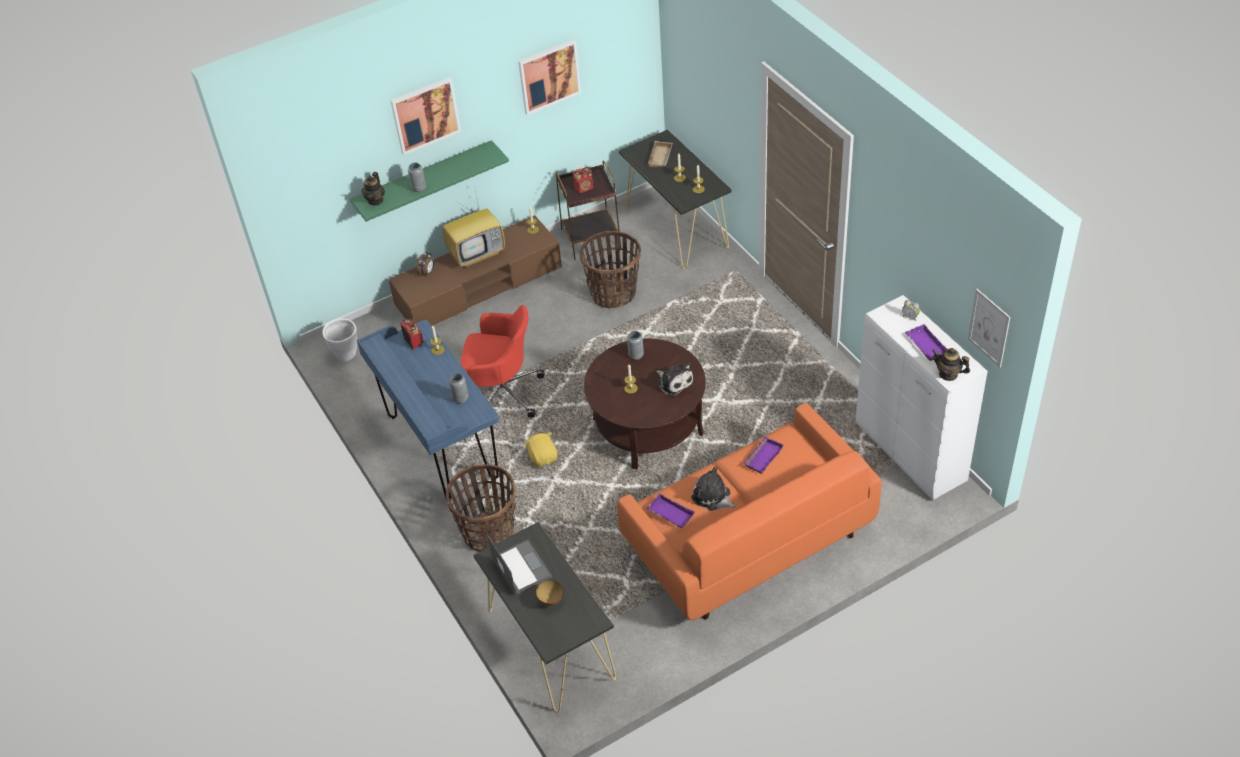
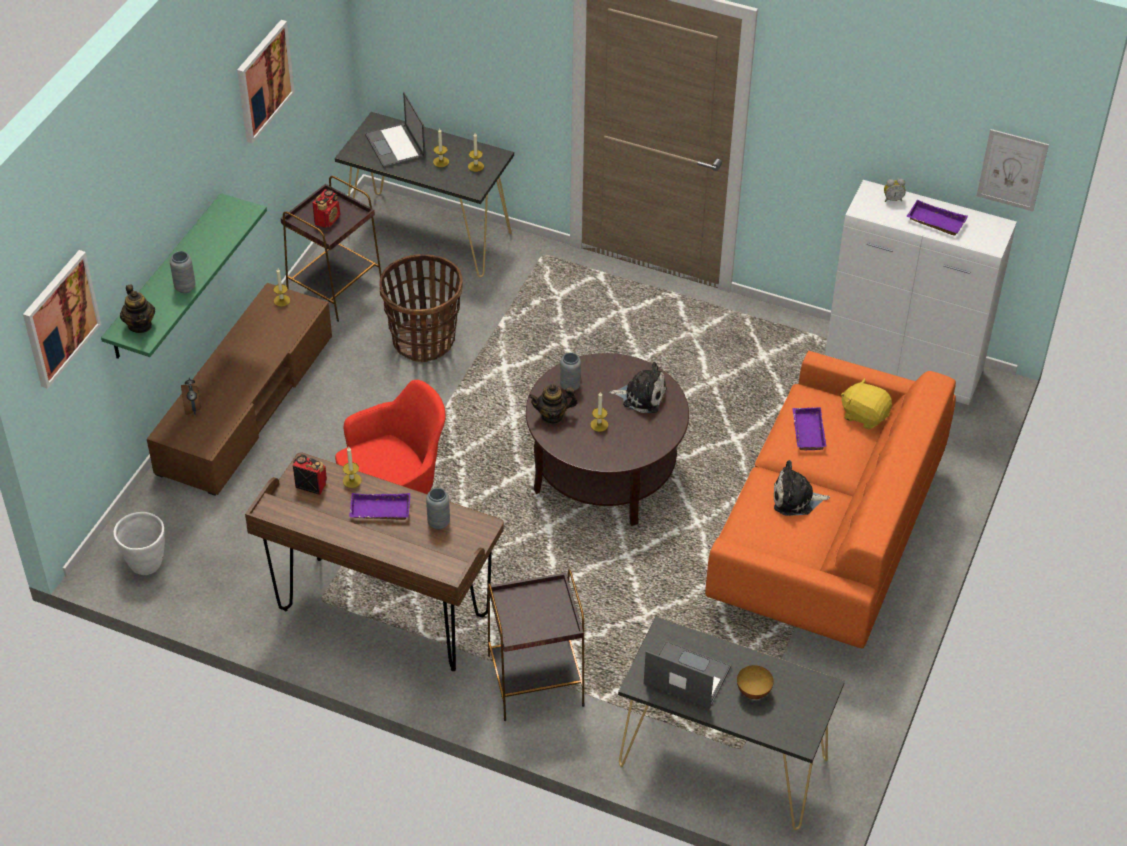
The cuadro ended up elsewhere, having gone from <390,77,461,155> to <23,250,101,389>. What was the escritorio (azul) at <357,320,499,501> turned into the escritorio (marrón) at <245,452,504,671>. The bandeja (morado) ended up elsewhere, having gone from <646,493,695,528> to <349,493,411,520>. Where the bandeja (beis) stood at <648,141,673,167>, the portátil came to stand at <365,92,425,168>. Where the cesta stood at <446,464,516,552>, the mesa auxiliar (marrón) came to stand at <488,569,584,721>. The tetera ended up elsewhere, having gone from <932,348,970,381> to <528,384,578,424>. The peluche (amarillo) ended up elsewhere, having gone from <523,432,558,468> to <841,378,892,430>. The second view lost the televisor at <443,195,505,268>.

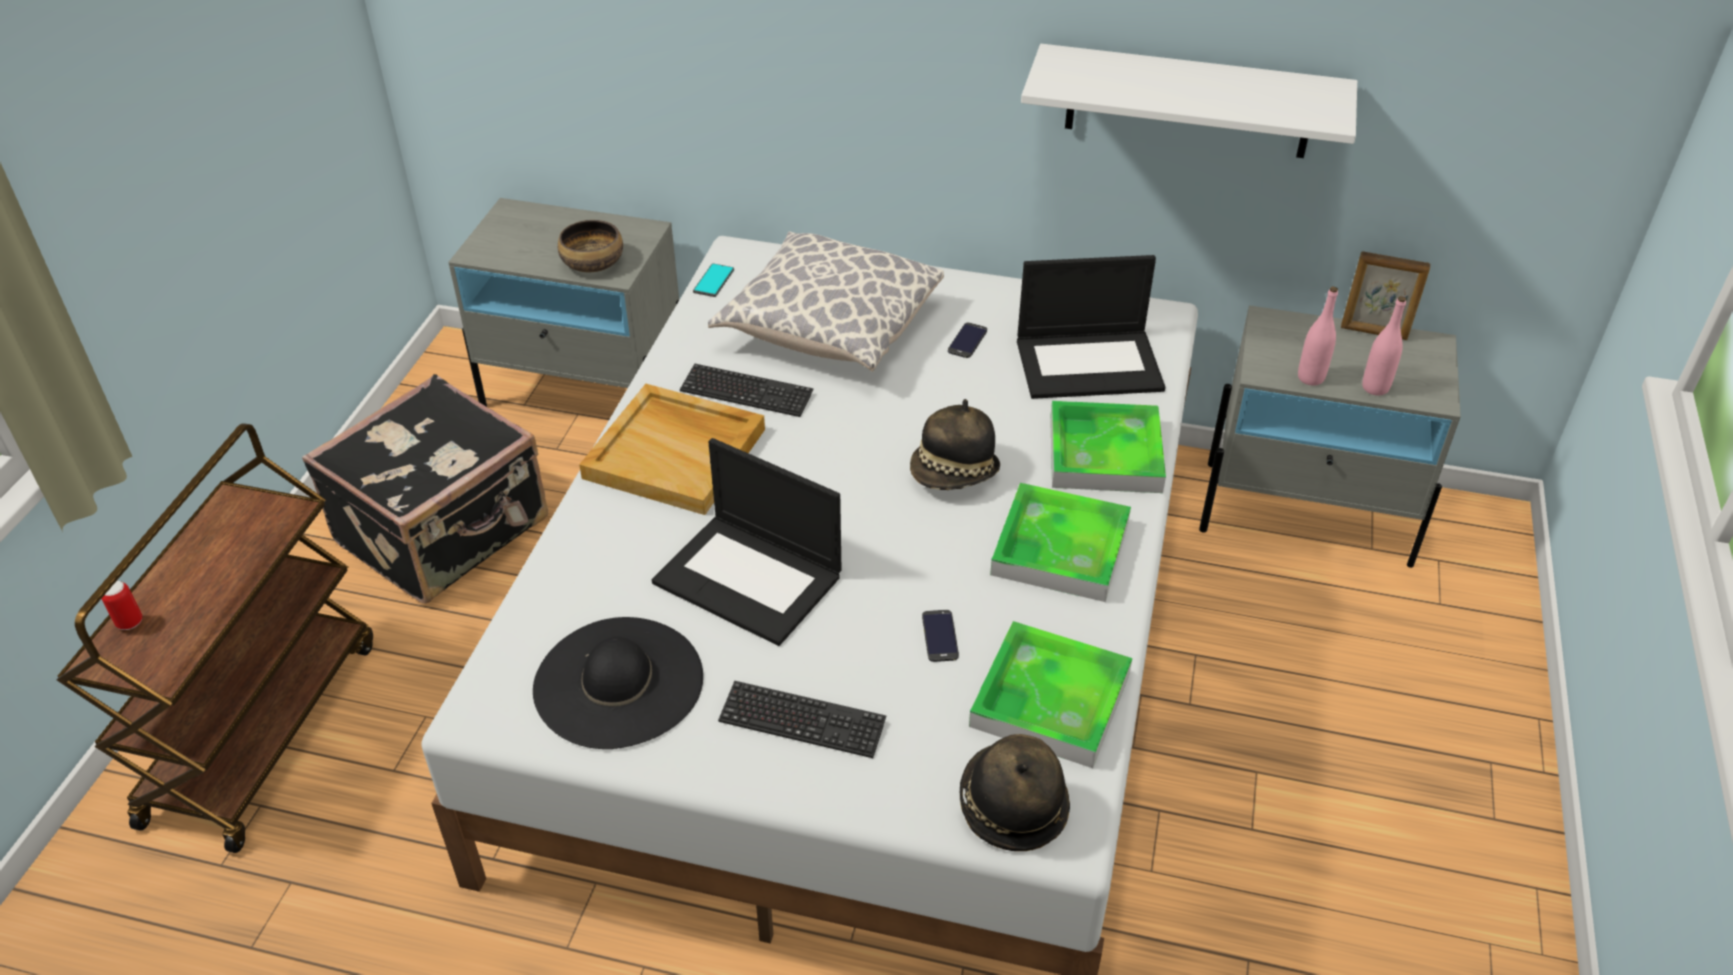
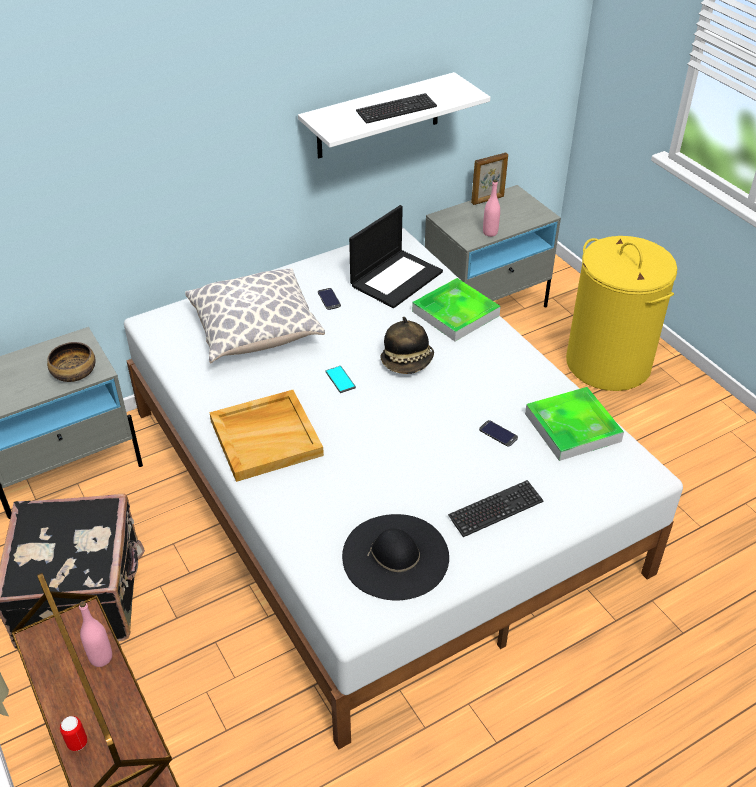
The botella (rosa) ended up elsewhere, having gone from <1362,296,1406,396> to <79,601,112,667>. The móvil ended up elsewhere, having gone from <693,263,734,297> to <326,366,356,393>. The teclado ended up elsewhere, having gone from <680,364,813,417> to <356,93,437,124>. The second view gained the cesto de la ropa (amarillo) at <566,236,678,391>. The second view lost the portátil at <652,438,842,646>. The second view lost the sombrero at <960,734,1070,851>. The second view lost the bandeja at <990,483,1131,602>.

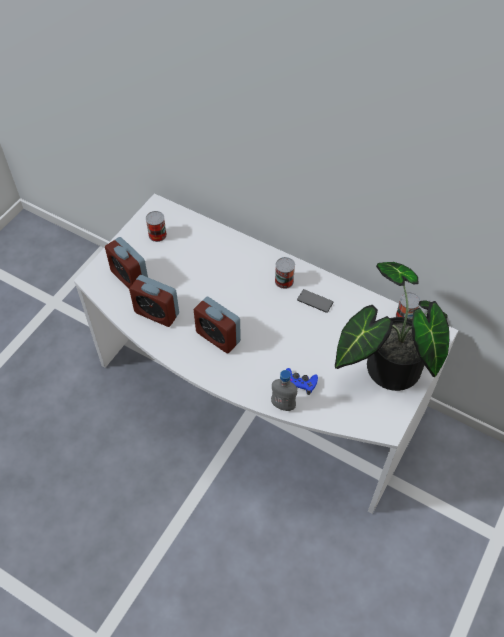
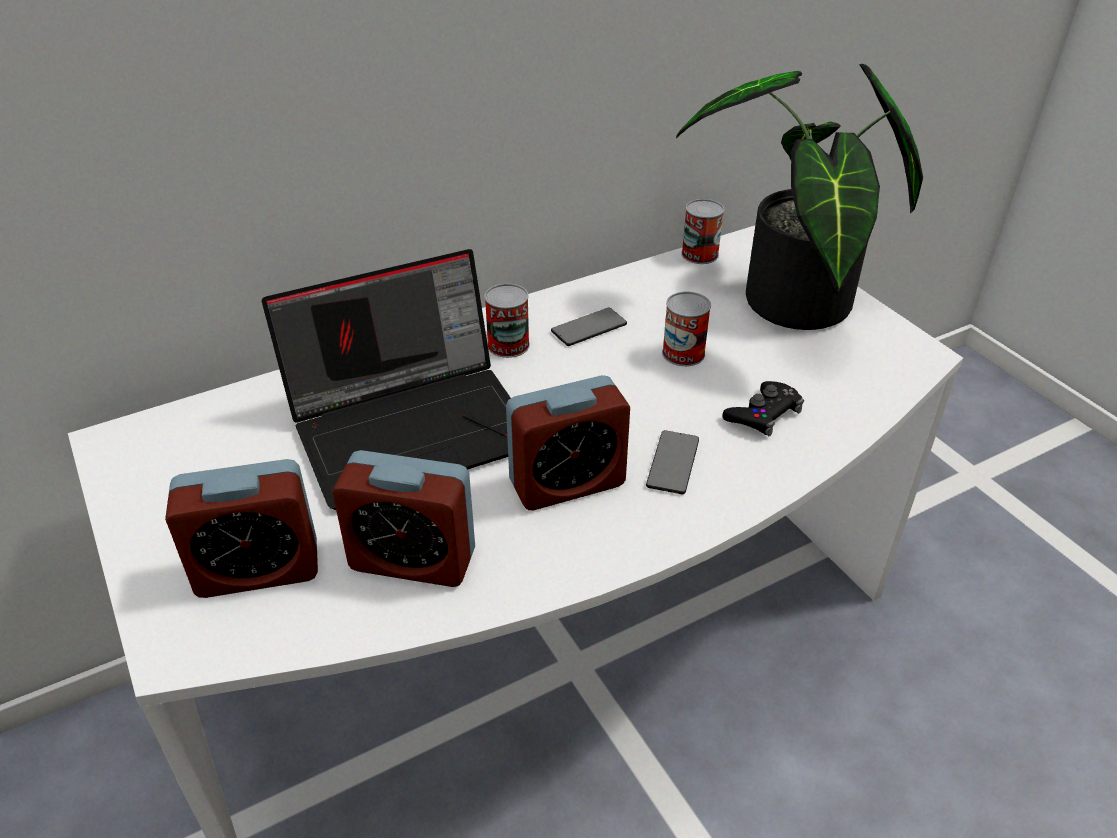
The second view gained the portátil at <262,249,511,510>. The despertador at <129,275,179,327> ended up facing another way, 45 degrees clockwise from before. The second view gained the móvil at <646,430,699,494>. The lata ended up elsewhere, having gone from <146,211,167,242> to <662,291,711,366>. What was the mando de consola (azul) at <286,368,318,395> turned into the mando de consola (negro) at <722,381,804,436>. The second view lost the botella (gris) at <271,370,297,411>.

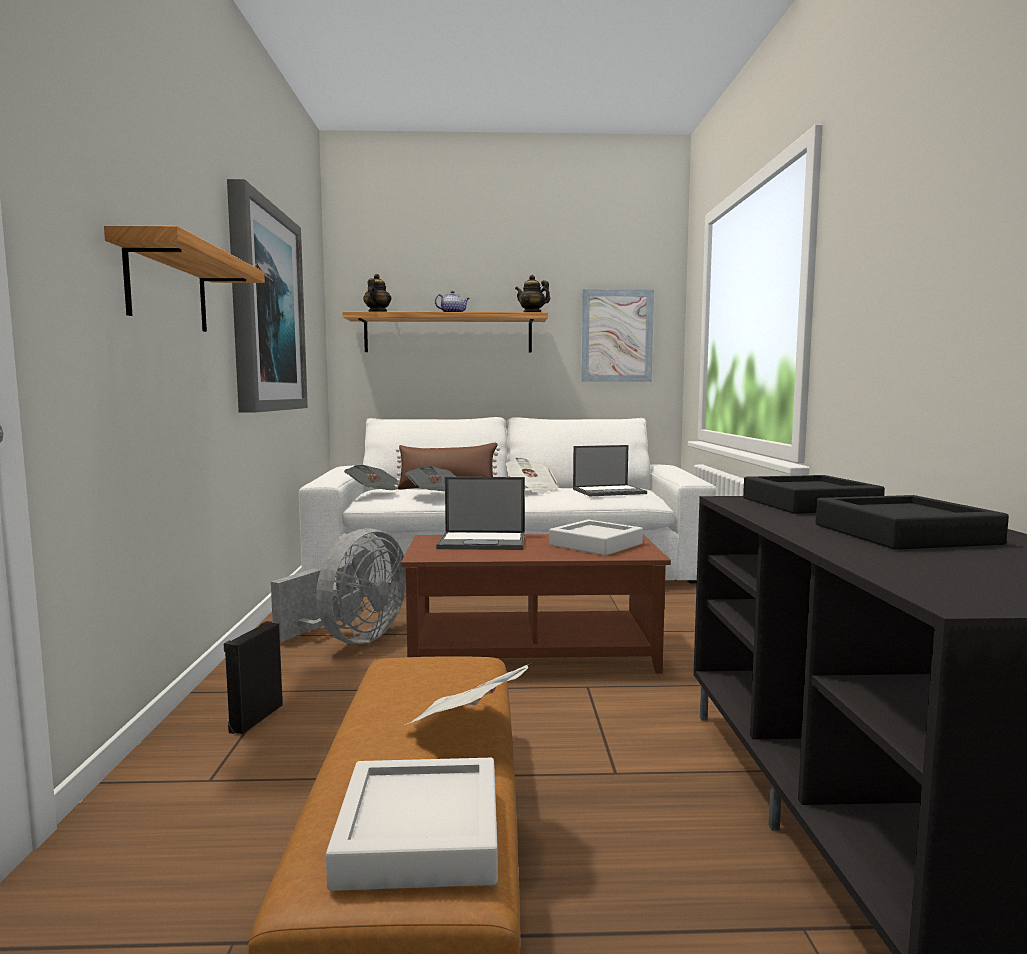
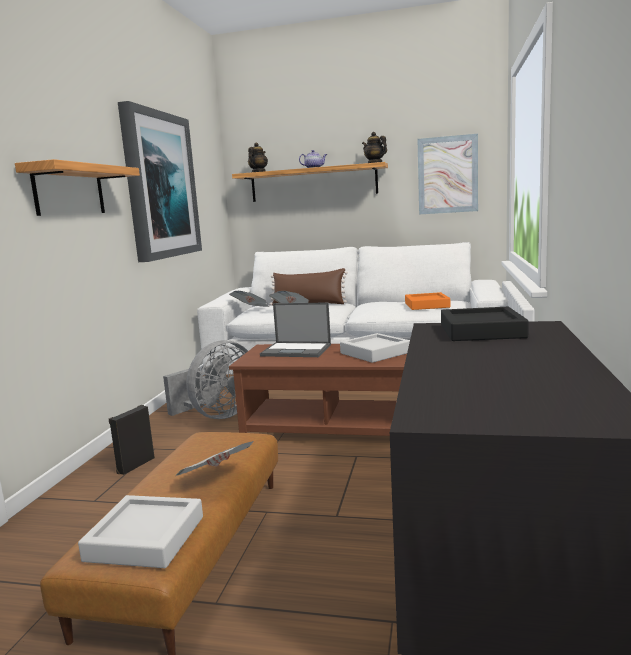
Where the portátil stood at <573,445,647,496>, the bandeja (naranja) came to stand at <405,292,450,310>. The second view lost the periódico at <506,457,559,494>. The second view lost the bandeja (negro) at <816,495,1009,550>.

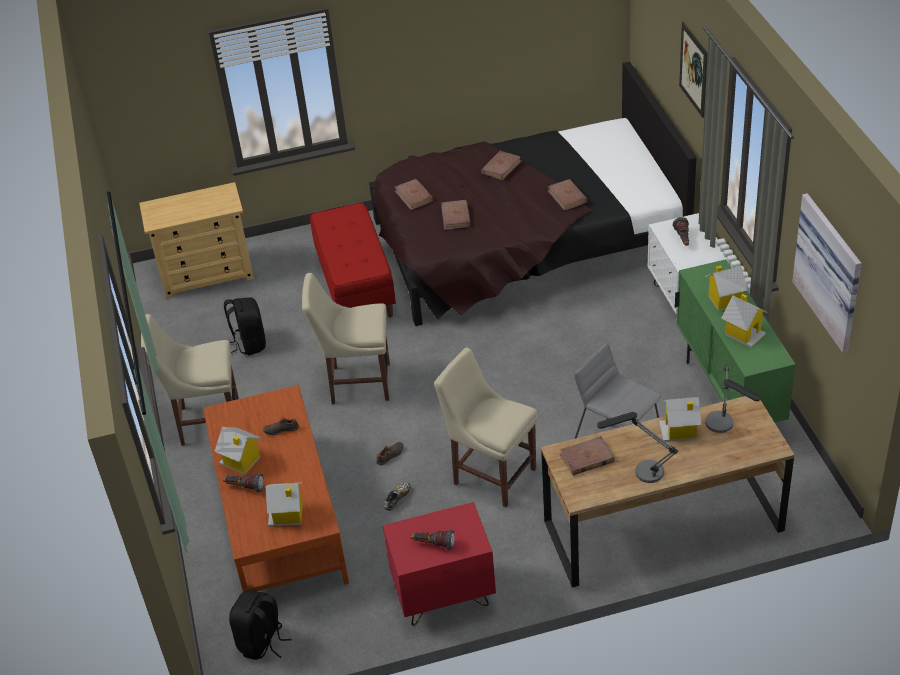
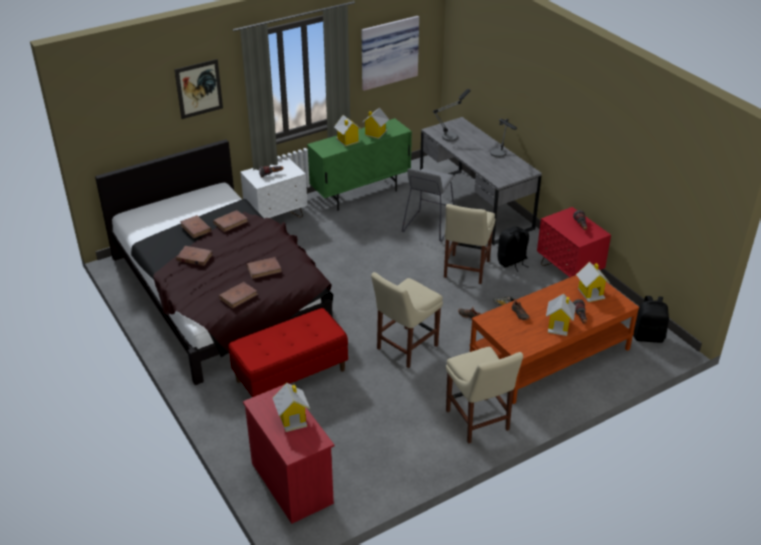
The libro (marrón) ended up elsewhere, having gone from <559,436,615,475> to <180,215,212,239>. What was the cómoda (beis) at <139,182,254,299> turned into the cómoda (rojo) at <243,384,334,524>. The casita ended up elsewhere, having gone from <659,397,701,442> to <272,383,310,432>. The silla (beis) at <302,273,390,404> ended up facing another way, 60 degrees clockwise from before. What was the escritorio (marrón) at <541,393,794,587> turned into the escritorio (gris) at <420,117,542,245>. The mochila (negro) ended up elsewhere, having gone from <224,297,266,355> to <497,226,529,272>.

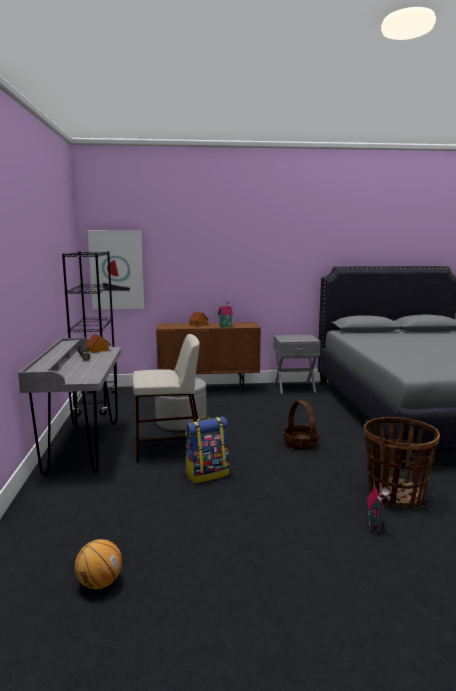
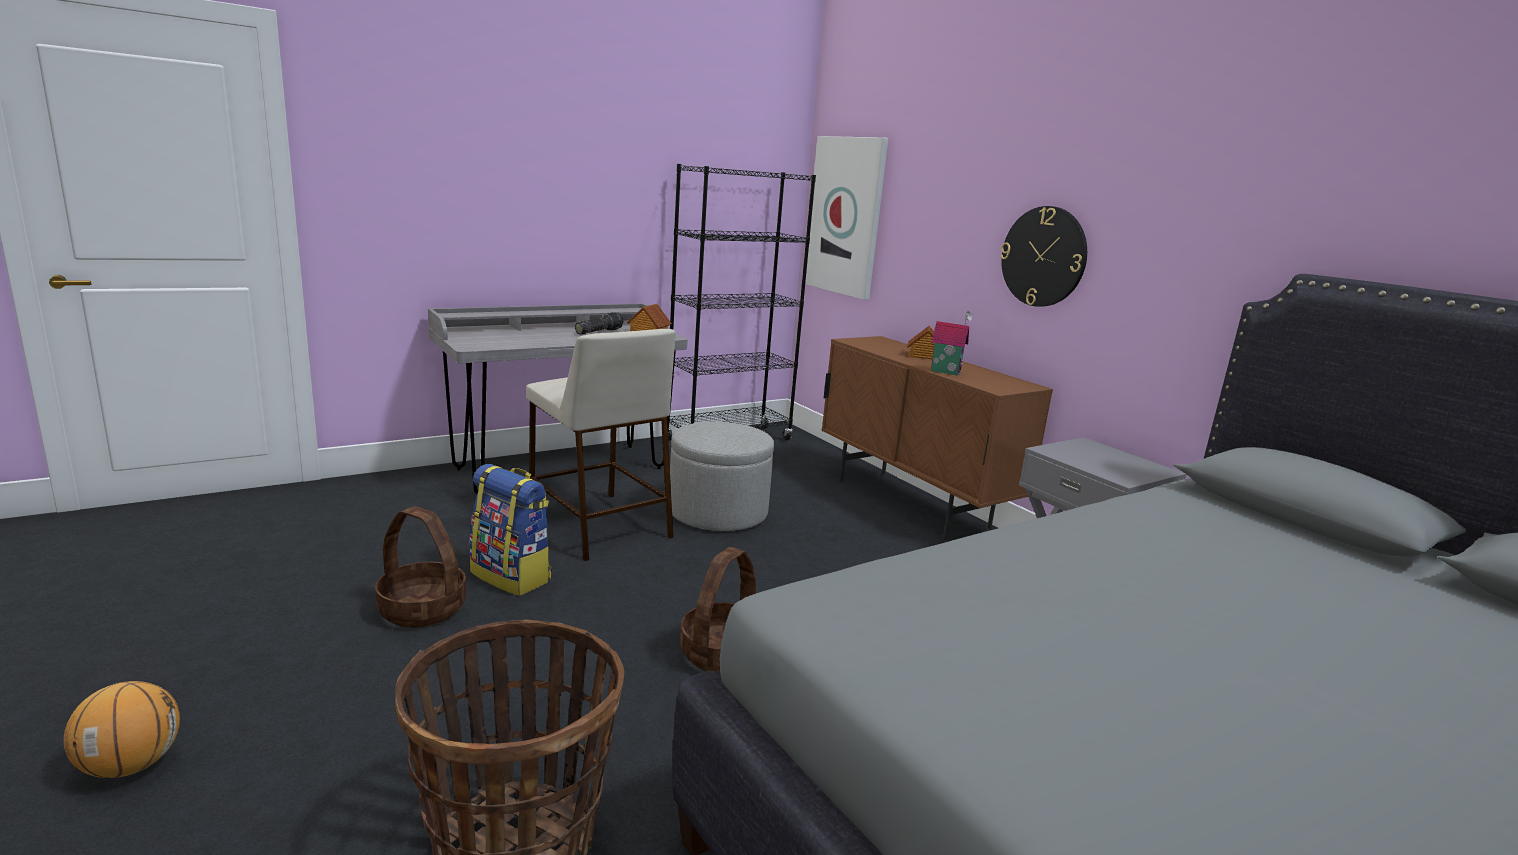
The balón de baloncesto ended up elsewhere, having gone from <75,539,122,589> to <64,681,180,778>. The second view gained the cesta at <375,506,466,628>. The second view gained the reloj de pared at <1000,206,1087,307>. The second view lost the casita at <367,486,390,533>.

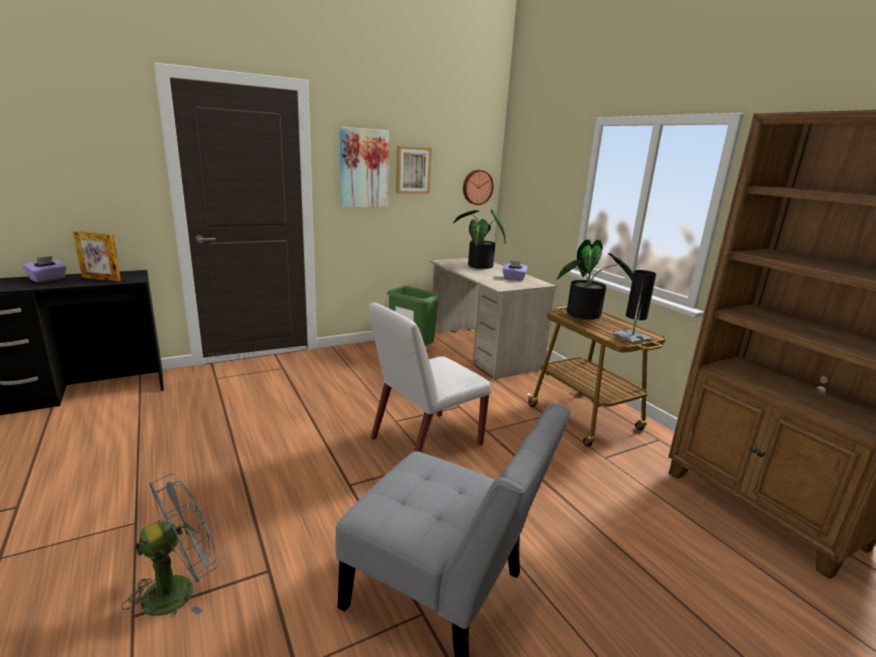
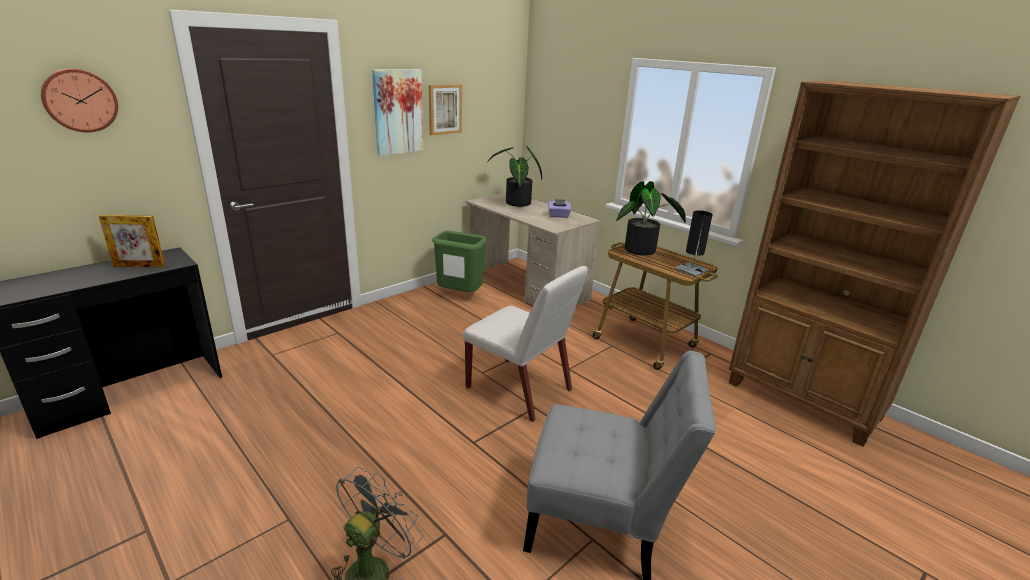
The reloj de pared ended up elsewhere, having gone from <463,170,494,205> to <41,69,118,133>. The silla (blanco) at <369,303,492,452> ended up facing another way, 90 degrees counterclockwise from before. The second view lost the caja de pañuelos (morado) at <23,256,67,282>.

